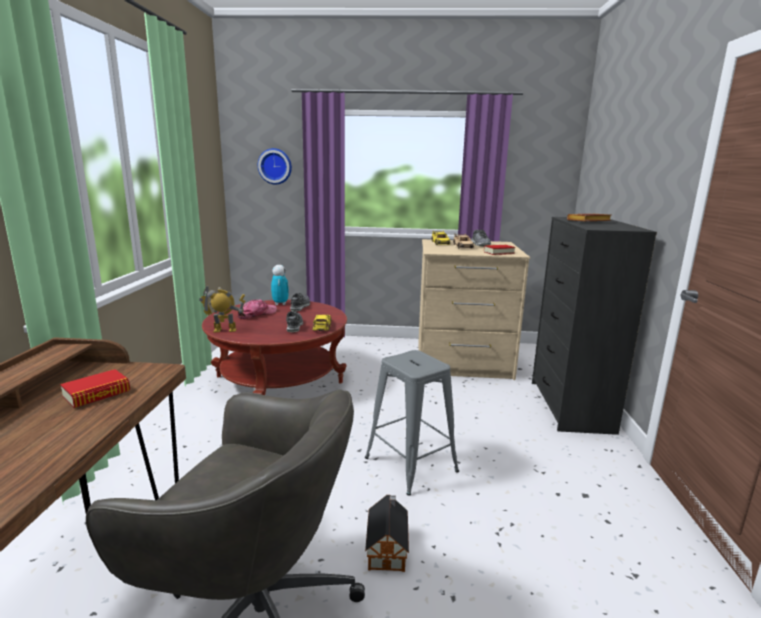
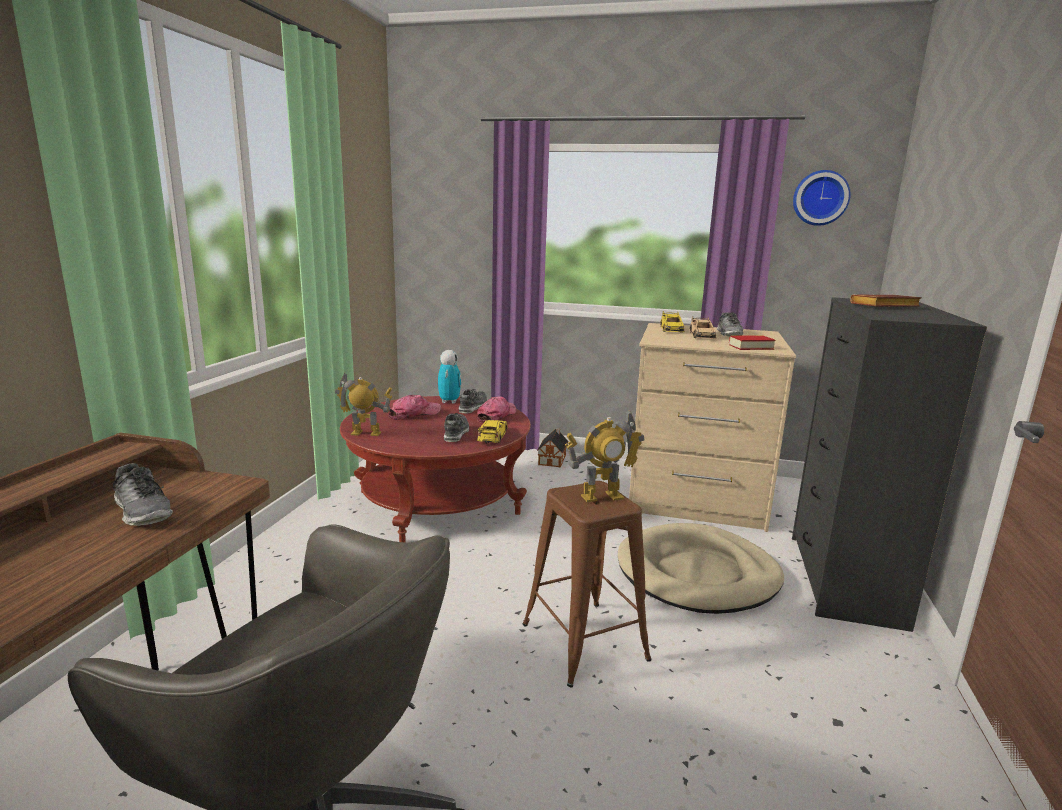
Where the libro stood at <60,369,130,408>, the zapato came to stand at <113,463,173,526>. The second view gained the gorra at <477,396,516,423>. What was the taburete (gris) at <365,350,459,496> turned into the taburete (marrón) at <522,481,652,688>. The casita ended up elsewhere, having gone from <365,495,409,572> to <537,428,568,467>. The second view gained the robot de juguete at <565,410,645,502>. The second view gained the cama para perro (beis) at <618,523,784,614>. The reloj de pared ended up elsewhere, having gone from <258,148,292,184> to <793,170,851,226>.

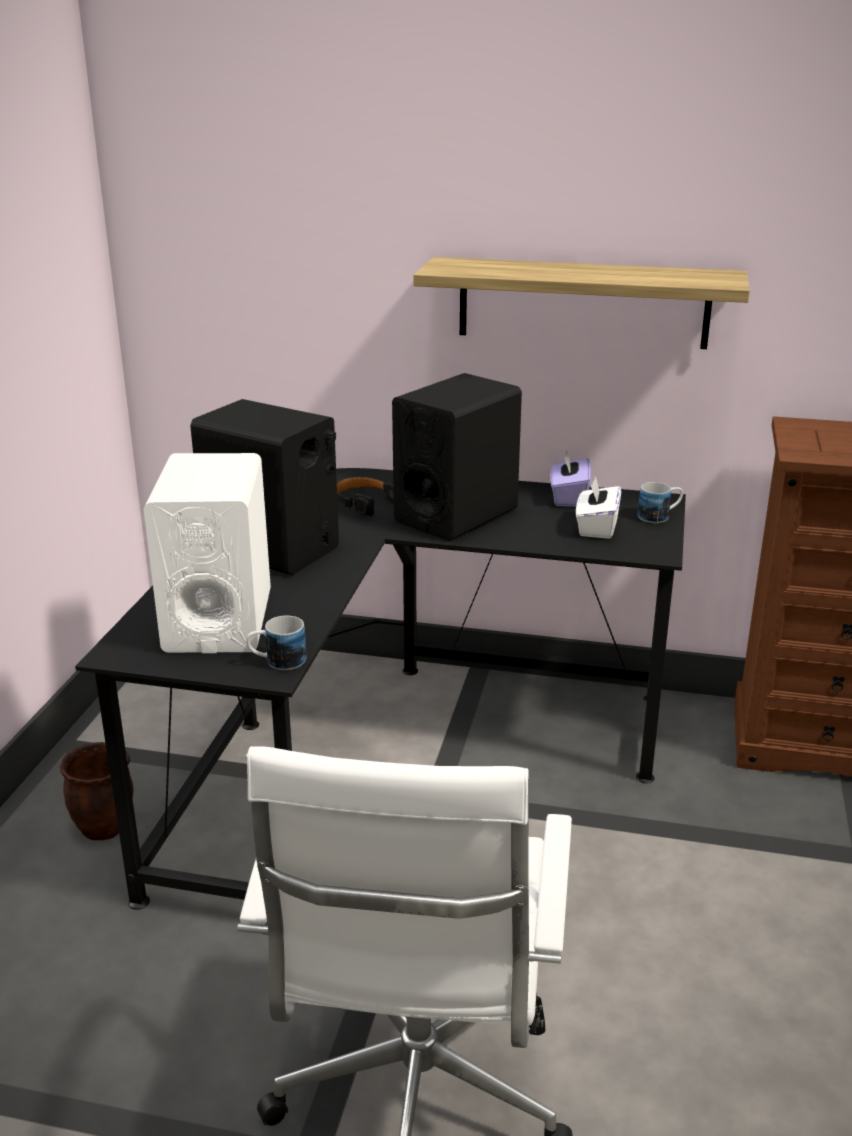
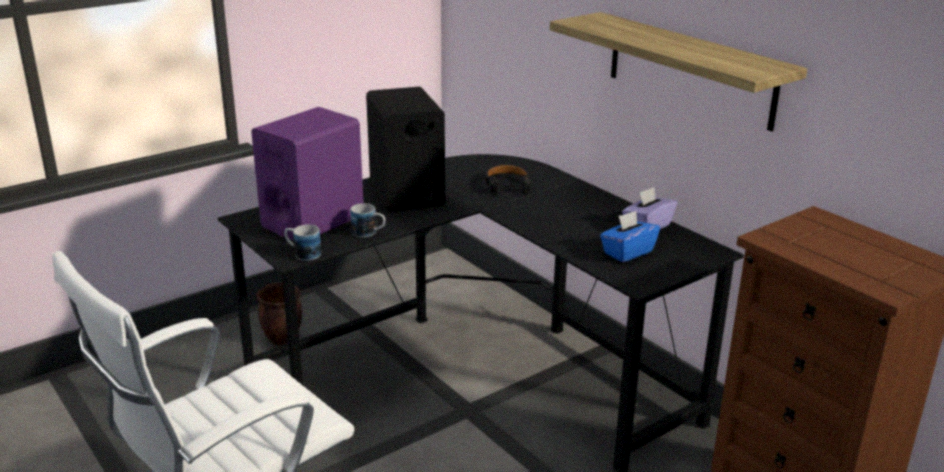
What was the altavoz (blanco) at <143,453,271,653> turned into the altavoz (morado) at <251,107,363,240>. The taza grande ended up elsewhere, having gone from <638,482,683,523> to <350,203,385,237>. What was the caja de pañuelos (blanco) at <576,476,621,539> turned into the caja de pañuelos (azul) at <600,211,660,262>. The second view lost the altavoz (negro) at <392,373,522,541>.

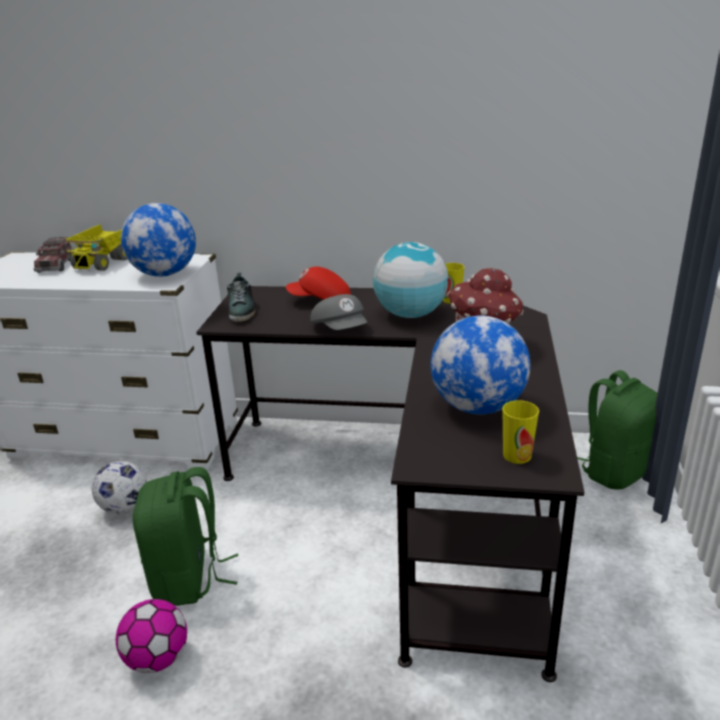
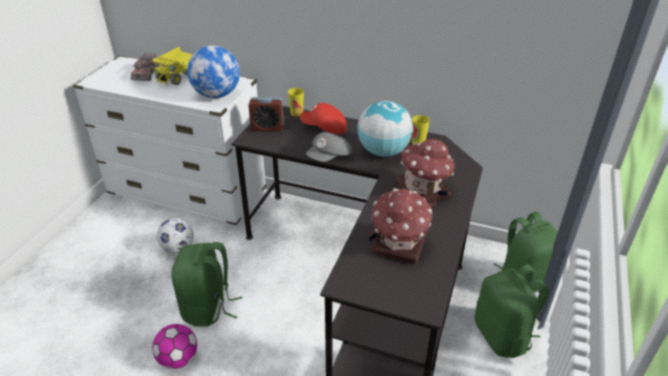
Where the zapato stood at <227,273,255,322>, the despertador came to stand at <248,97,284,132>. The taza ended up elsewhere, having gone from <502,400,539,464> to <288,88,304,117>. The gorra (gris) at <311,294,367,330> ended up facing another way, 60 degrees clockwise from before. Where the globo terráqueo stood at <431,315,530,414>, the casita came to stand at <369,188,433,264>. The second view gained the mochila (verde) at <474,264,549,358>.

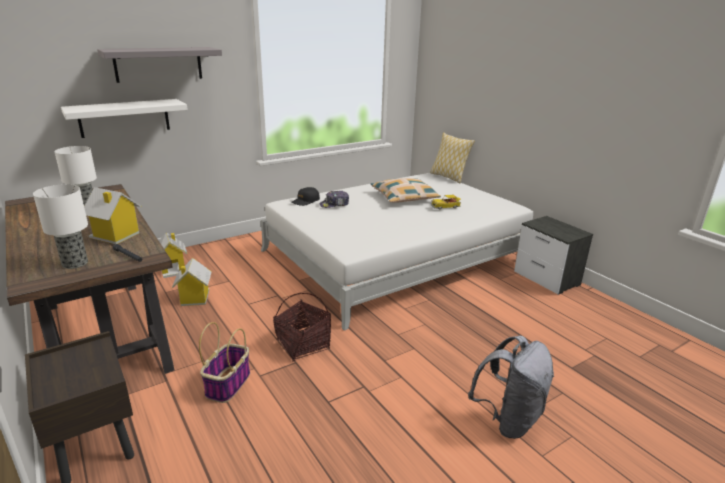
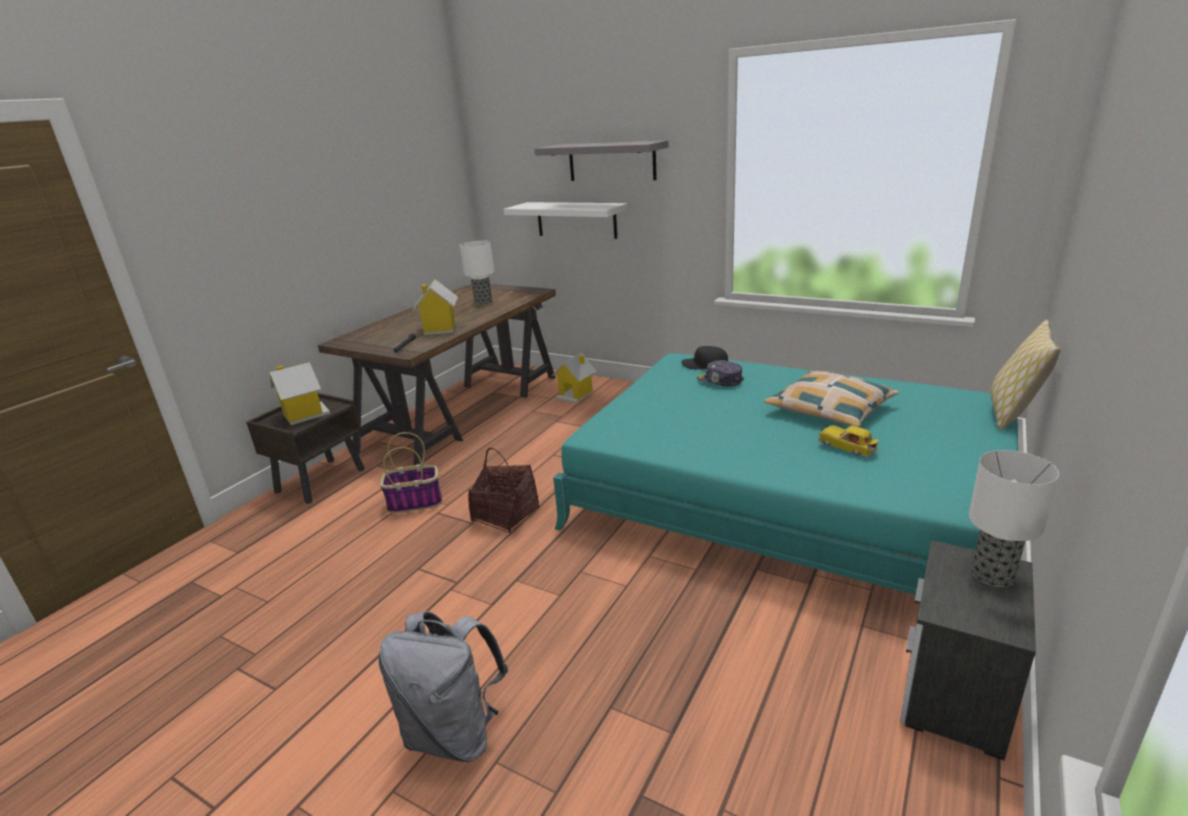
The casita ended up elsewhere, having gone from <172,258,212,306> to <270,362,330,425>. What was the cama (blanco) at <261,173,533,331> turned into the cama (turquesa) at <553,353,1018,595>. The lámpara de mesa ended up elsewhere, having gone from <33,184,88,269> to <969,450,1059,587>.

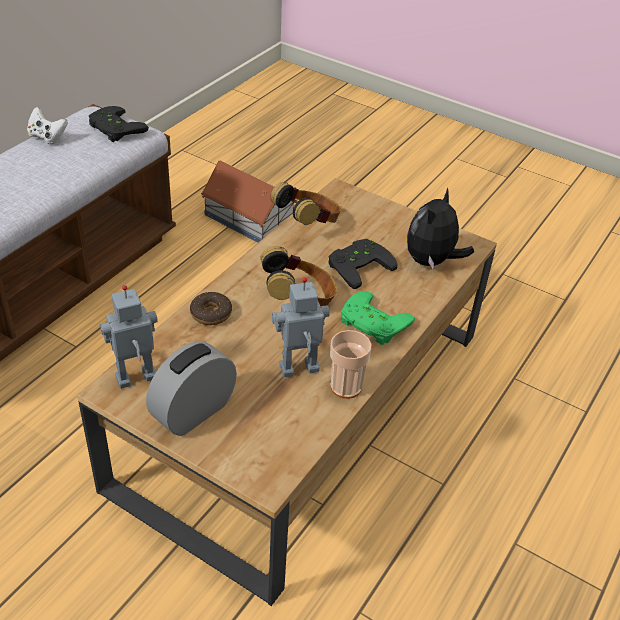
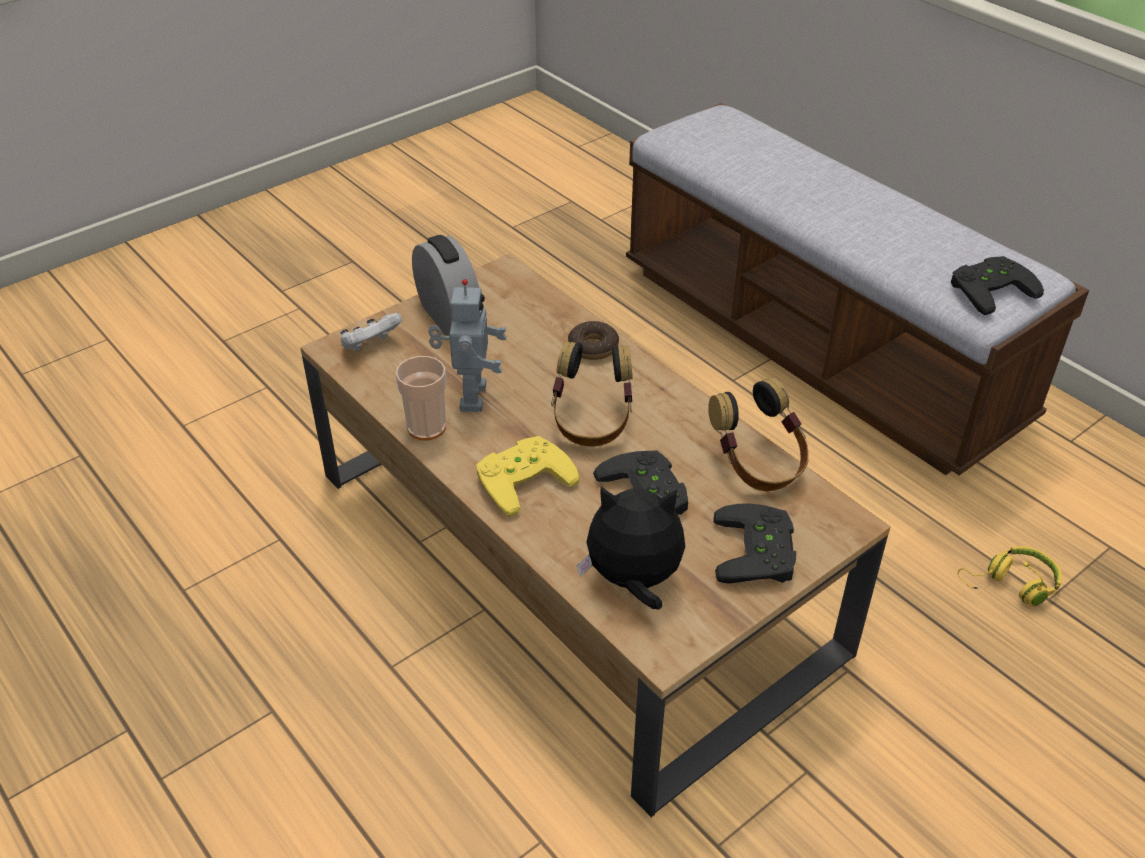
The mando de consola (blanco) ended up elsewhere, having gone from <27,107,68,144> to <340,313,402,352>. What was the mando de consola (verde) at <341,291,415,345> turned into the mando de consola (amarillo) at <476,436,580,517>. The peluche at <407,187,474,269> ended up facing another way, 45 degrees counterclockwise from before. The second view gained the mando de consola (negro) at <713,503,796,584>. Where the casita stood at <201,161,297,243>, the auriculares (amarillo) came to stand at <958,546,1062,606>. The second view lost the robot de juguete at <100,285,158,389>.

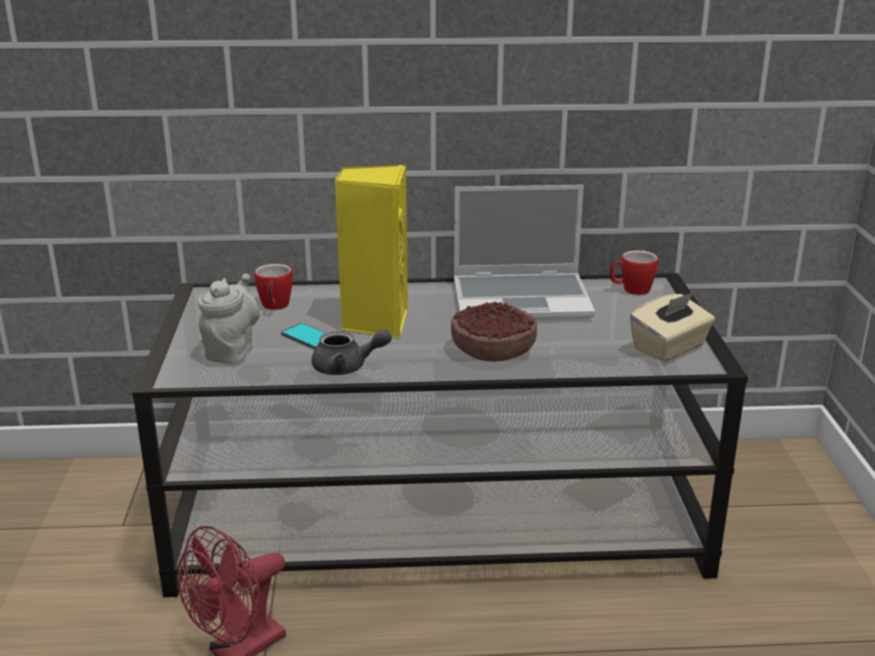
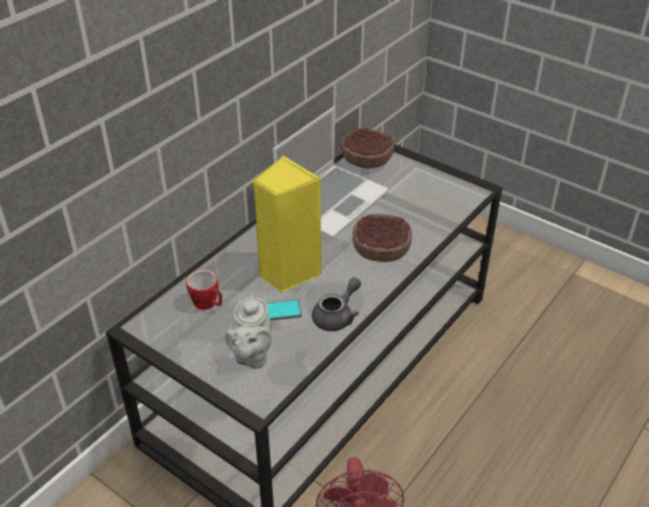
The tetera (gris) at <198,274,260,364> ended up facing another way, 135 degrees counterclockwise from before. Where the taza grande stood at <610,250,658,295>, the cuenco came to stand at <341,128,394,169>. The second view lost the caja de pañuelos (beis) at <630,292,715,362>.

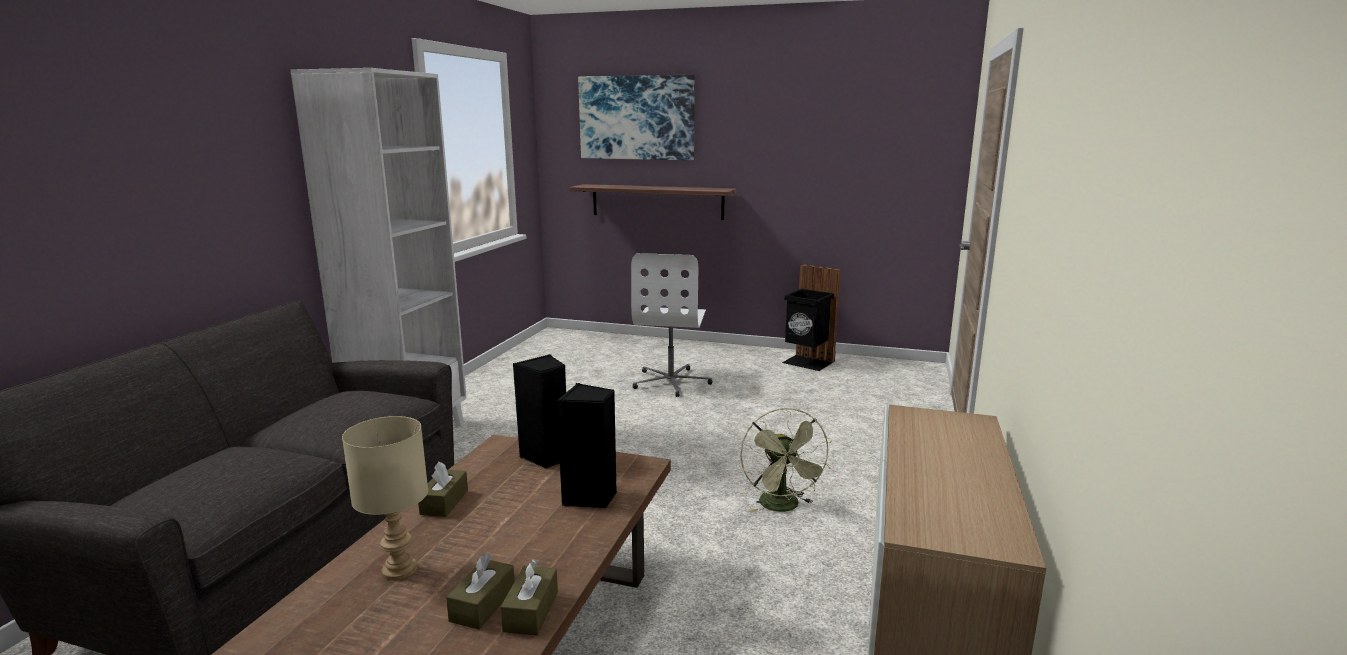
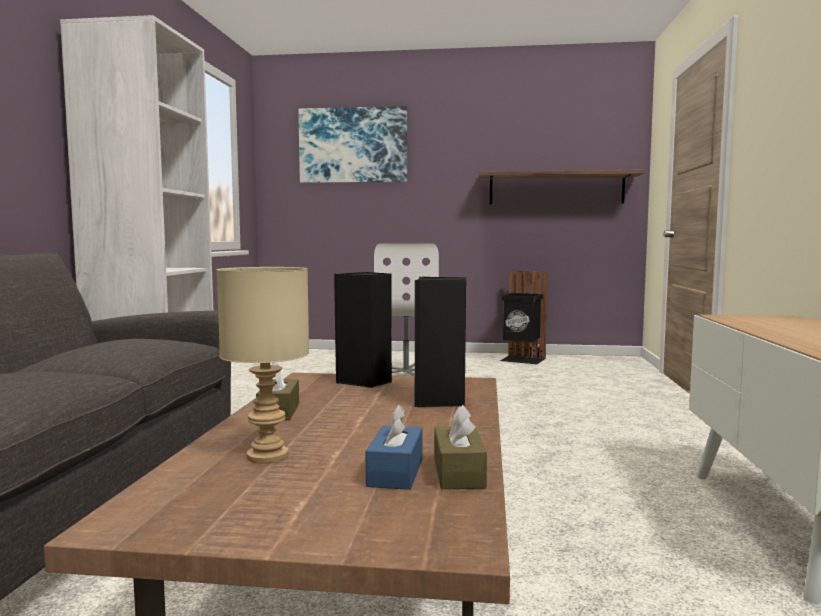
What was the caja de pañuelos (marrón) at <446,553,515,630> turned into the caja de pañuelos (azul) at <366,405,423,490>. The estante ended up elsewhere, having gone from <569,184,736,220> to <479,170,645,204>. The second view lost the ventilador (verde) at <740,407,832,513>.

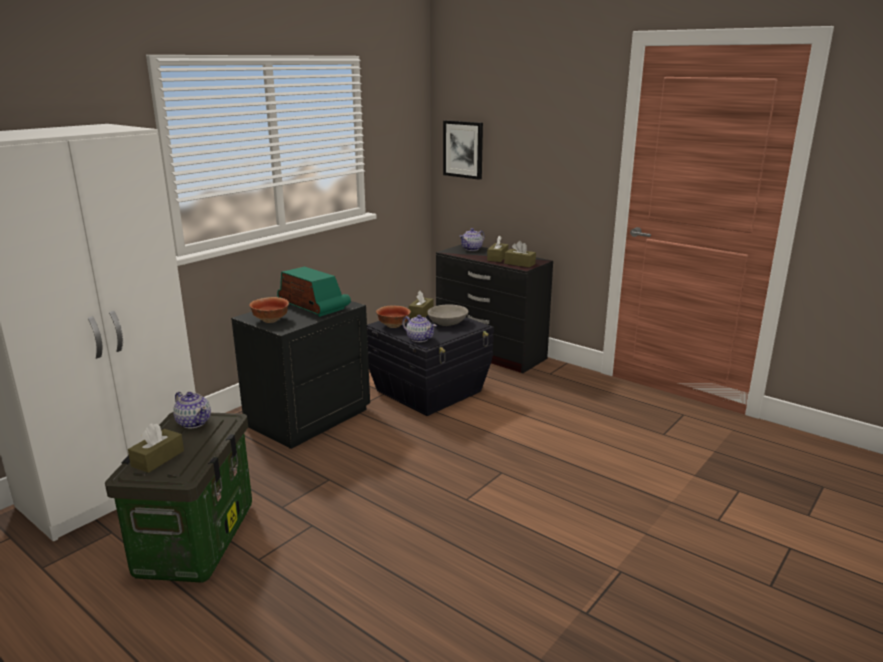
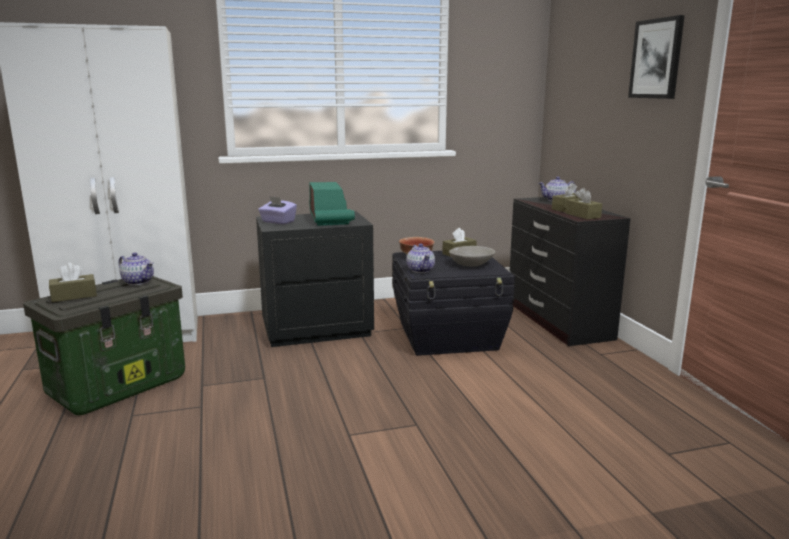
The tetera at <173,392,211,428> ended up facing another way, 45 degrees counterclockwise from before. Where the cuenco stood at <249,297,289,323>, the caja de pañuelos (morado) came to stand at <258,196,297,224>. The cuadro ended up elsewhere, having gone from <443,120,483,180> to <628,15,685,99>.

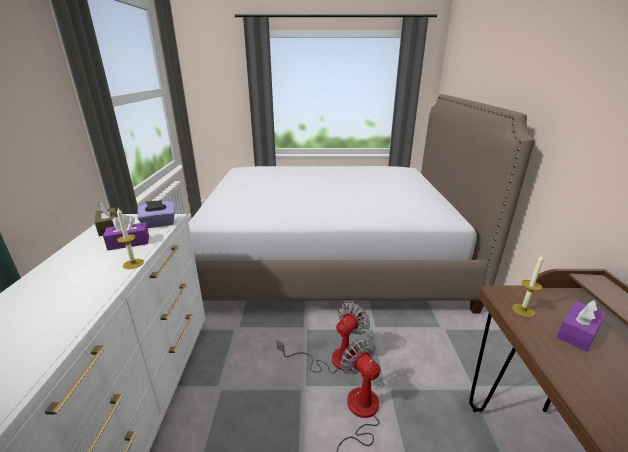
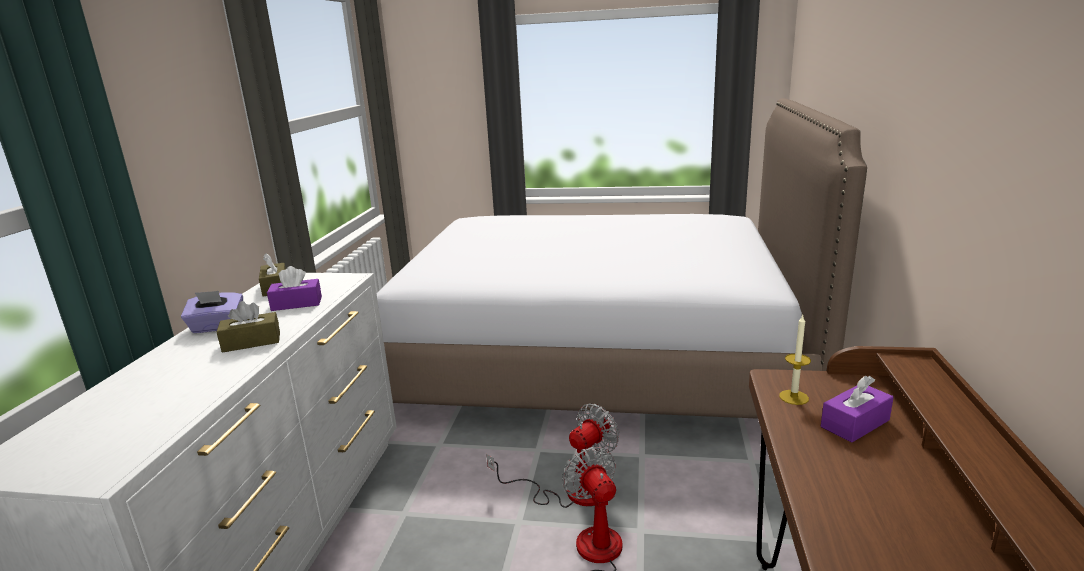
The caja de pañuelos (morado) ended up elsewhere, having gone from <137,200,175,228> to <181,291,243,333>. The second view gained the caja de pañuelos (marrón) at <216,301,280,353>. The second view lost the vela at <117,208,144,269>.

